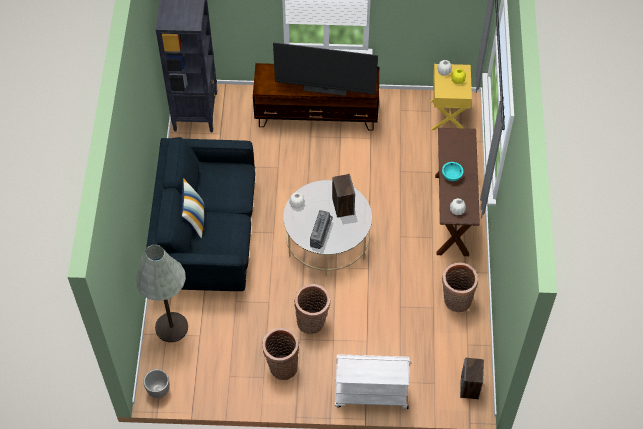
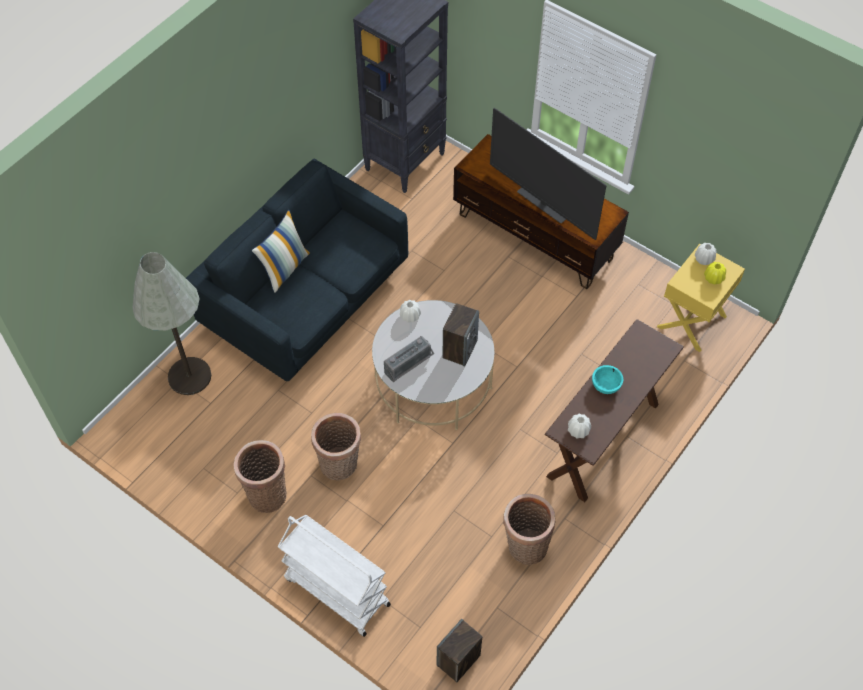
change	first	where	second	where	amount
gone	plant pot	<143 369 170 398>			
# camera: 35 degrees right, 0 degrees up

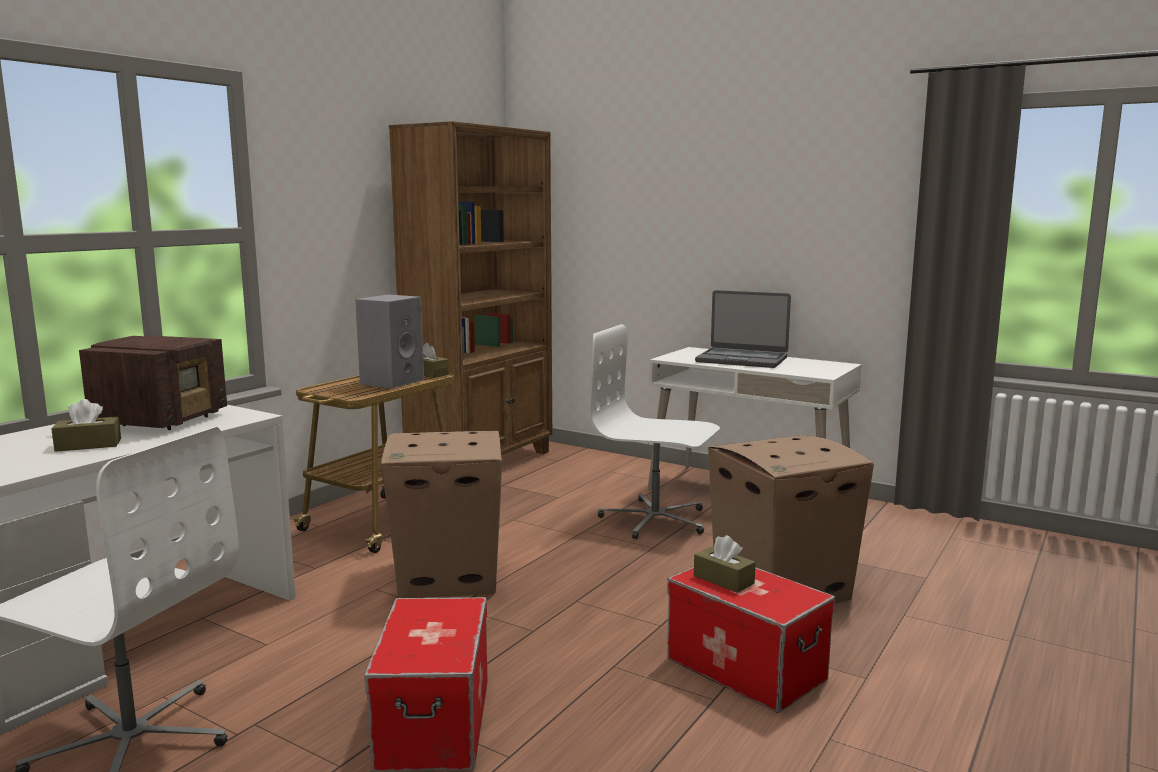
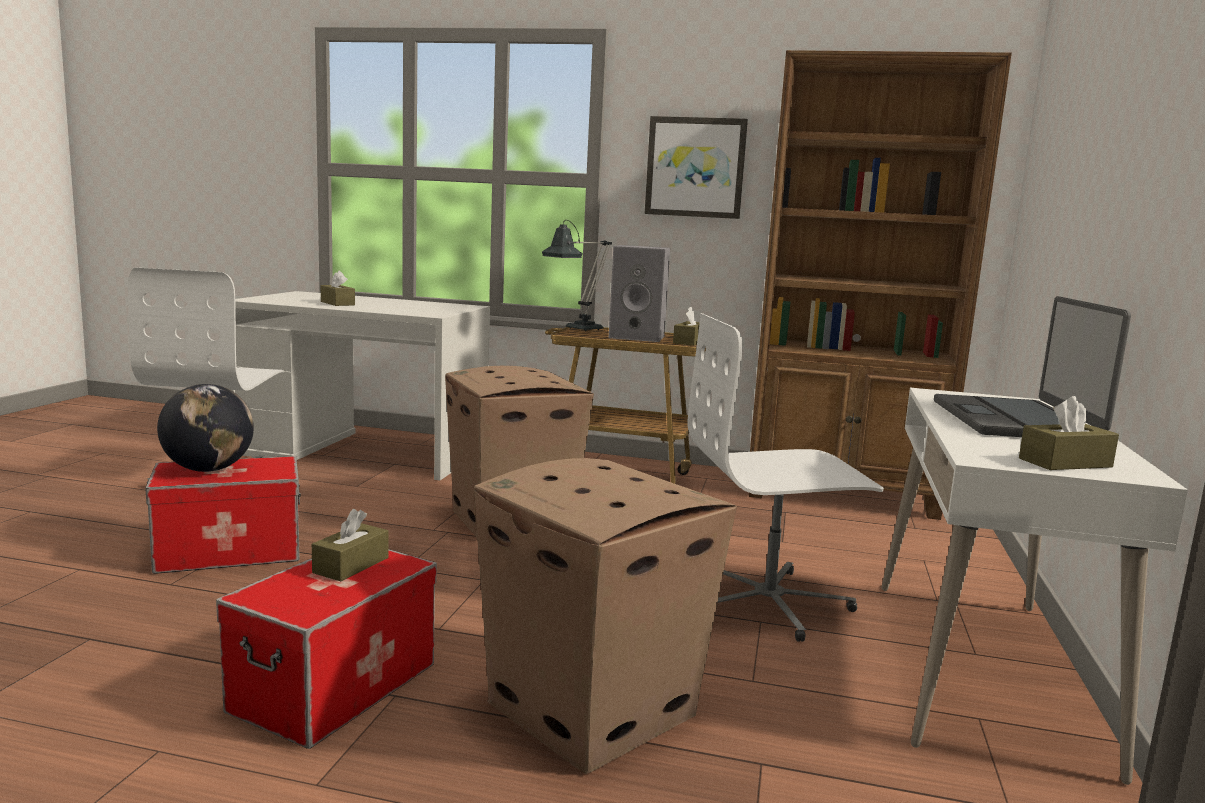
change	first	where	second	where	amount
gone	radio receiver	<79 336 227 430>			
new			world globe	<157 384 254 472>	
new			lamp for a table	<542 220 612 331>	
new			wall picture	<645 116 748 219>	
new			brown tissue holder	<1019 396 1119 470>	
rotated	white-coloured office chair	<589 324 720 539>		<688 313 884 642>	105 degrees counterclockwise
# camera: 70 degrees right, 0 degrees up

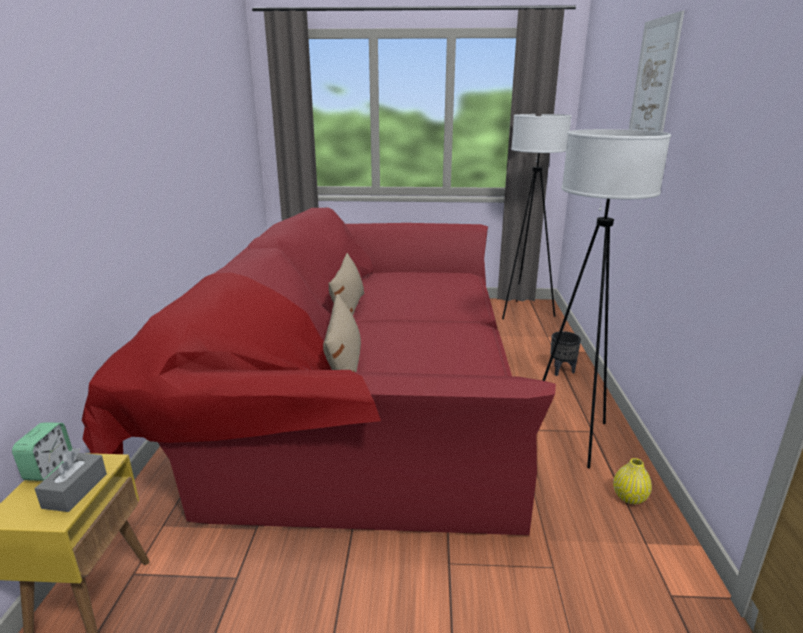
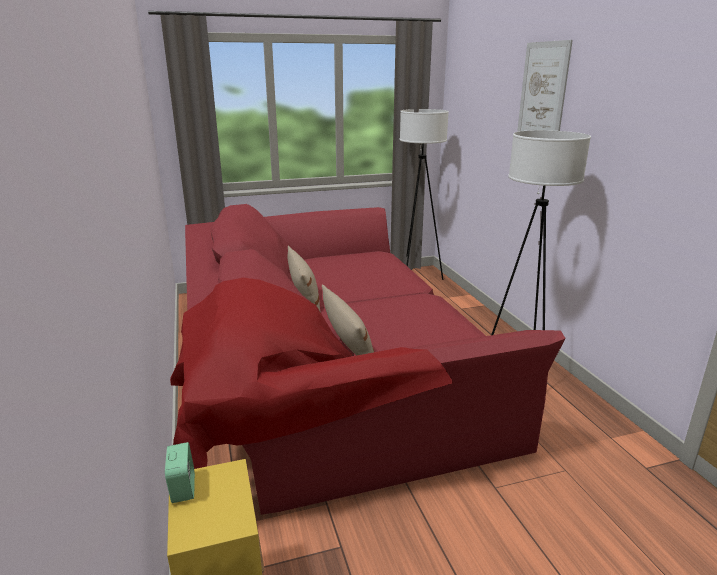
change	first	where	second	where	amount
gone	gray tissue holder	<35 448 107 512>			
gone	black plant pot	<551 331 581 376>			
gone	yellow decorative vase	<613 458 652 504>			
# camera: 20 degrees left, 0 degrees up

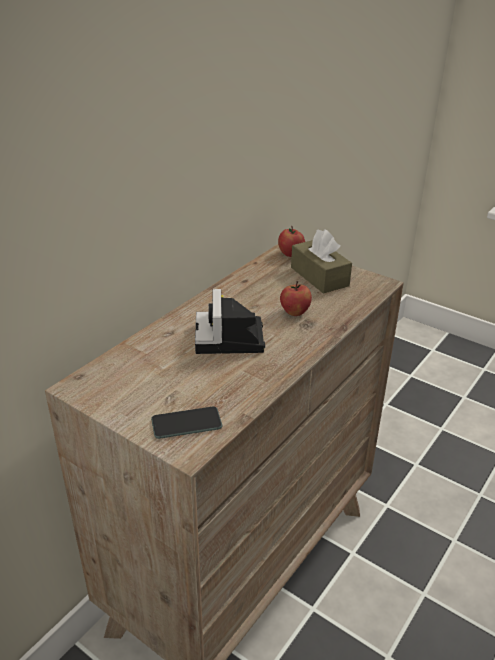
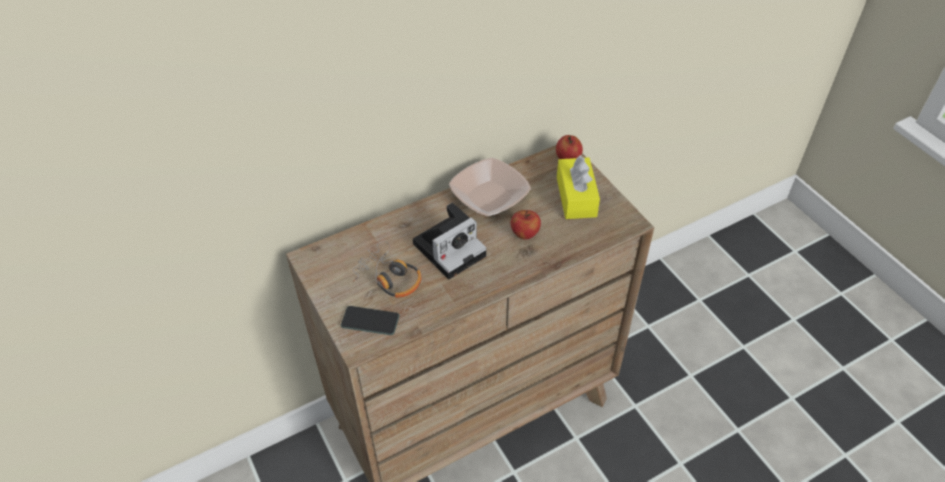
change	first	where	second	where	amount
new			pair of headphones	<353 242 421 298>	
new			bowl	<449 158 531 216>	
repainted	brown tissue holder	<291 230 352 294>	yellow tissue holder	<557 155 600 219>	
rotated	photo camera	<195 289 265 354>		<413 203 487 279>	150 degrees counterclockwise
# camera: 25 degrees right, 15 degrees up

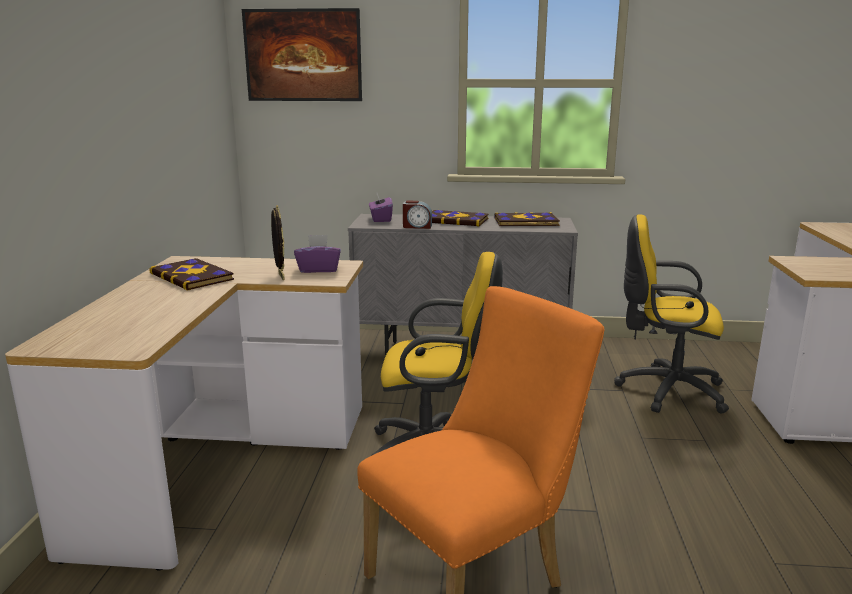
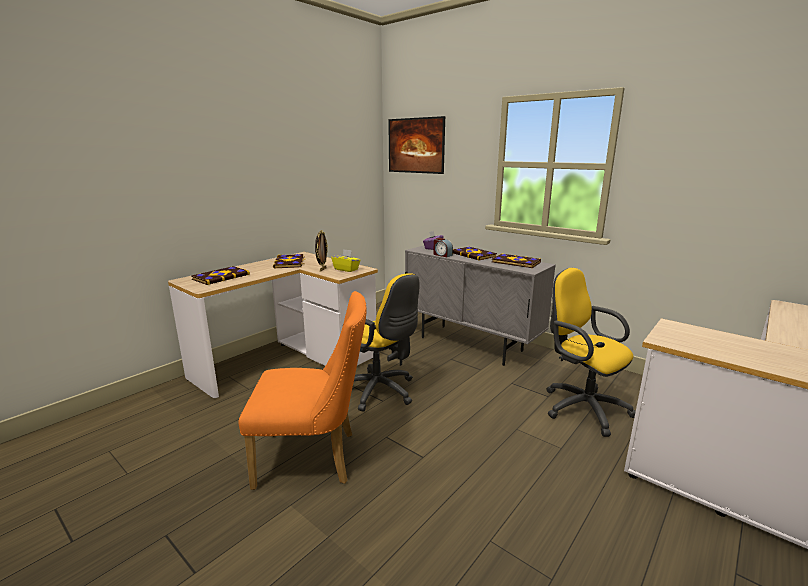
change	first	where	second	where	amount
new			volume	<191 266 250 285>	
repainted	purple-coloured tissue holder	<294 235 341 273>	yellow tissue holder	<331 249 361 272>	
# camera: 35 degrees right, 0 degrees up

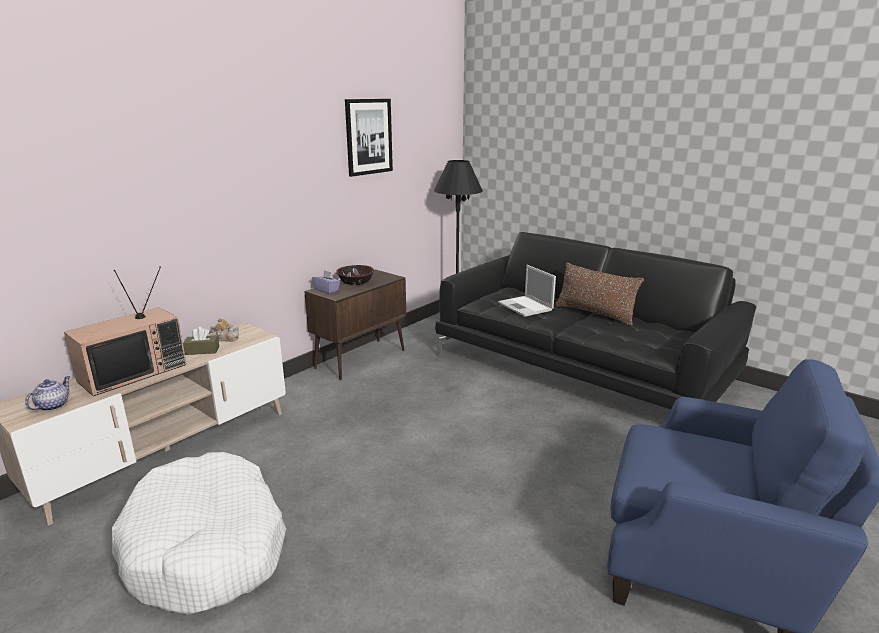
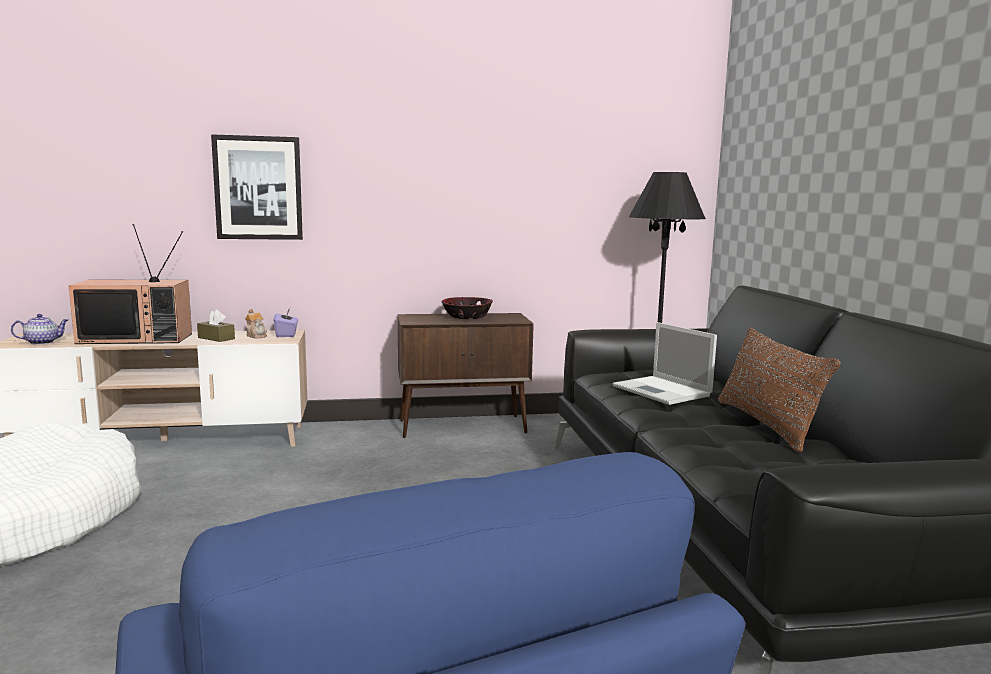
change	first	where	second	where	amount
shifted	purple-coloured tissue holder	<312 270 340 294>		<274 308 298 337>	
shifted	wall picture	<345 99 393 177>		<211 134 303 240>	
rotated	portable computer	<498 265 556 317>		<613 322 717 405>	45 degrees counterclockwise
# camera: 40 degrees right, 10 degrees down

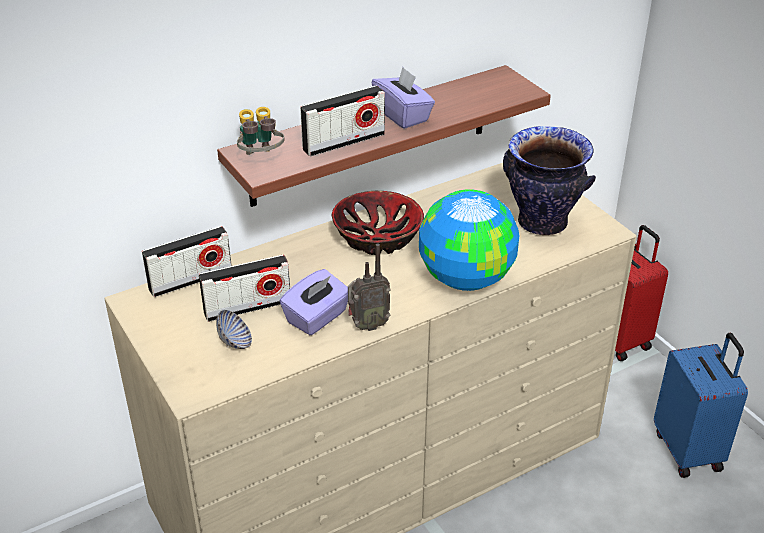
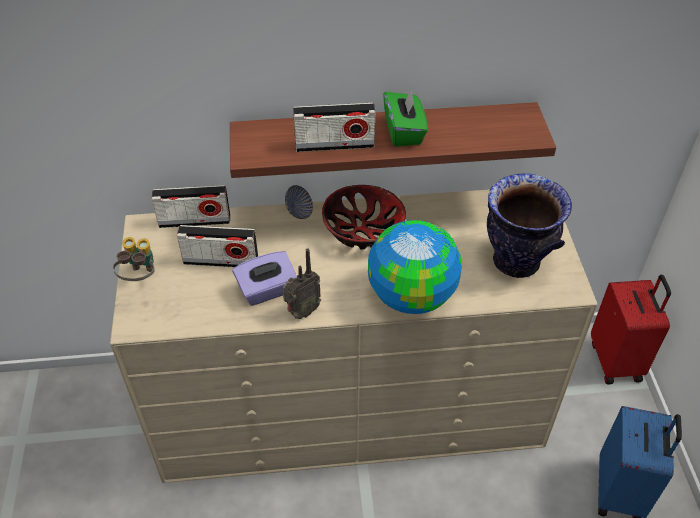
change	first	where	second	where	amount
shifted	bowl	<216 310 252 349>		<285 185 313 219>	
shifted	binoculars	<237 107 285 155>		<113 237 155 281>	
repainted	purple-coloured tissue holder	<372 67 435 129>	greenish tissue holder	<383 89 428 147>	
rotated	radio receiver	<348 244 391 331>		<283 248 321 319>	45 degrees counterclockwise
# camera: 25 degrees right, 10 degrees up

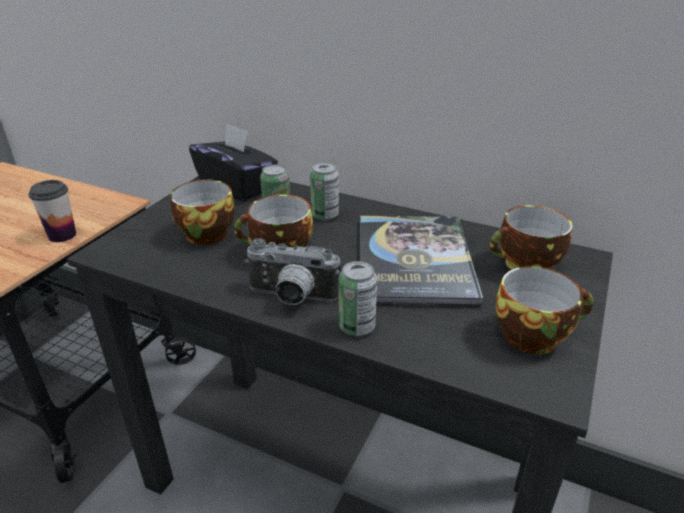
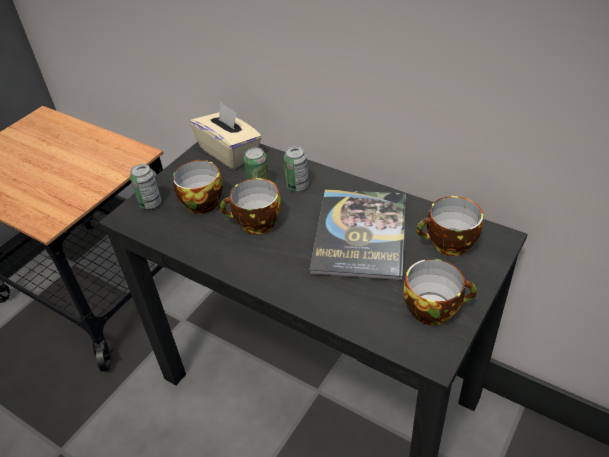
change	first	where	second	where	amount
gone	drinking cup	<28 180 76 242>			
gone	photo camera	<244 238 341 305>			
shifted	sealed can	<339 261 377 336>		<130 164 161 209>	
repainted	black tissue holder	<189 123 278 201>	beige tissue holder	<190 102 262 169>	
# camera: 10 degrees right, 10 degrees up

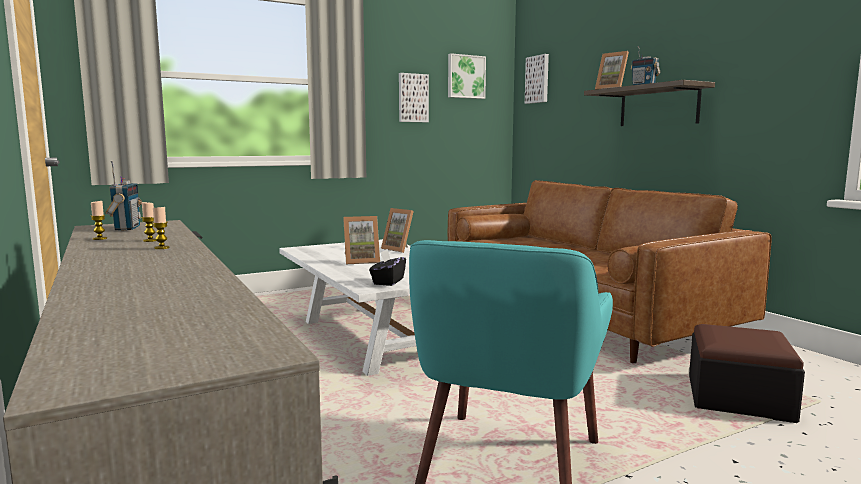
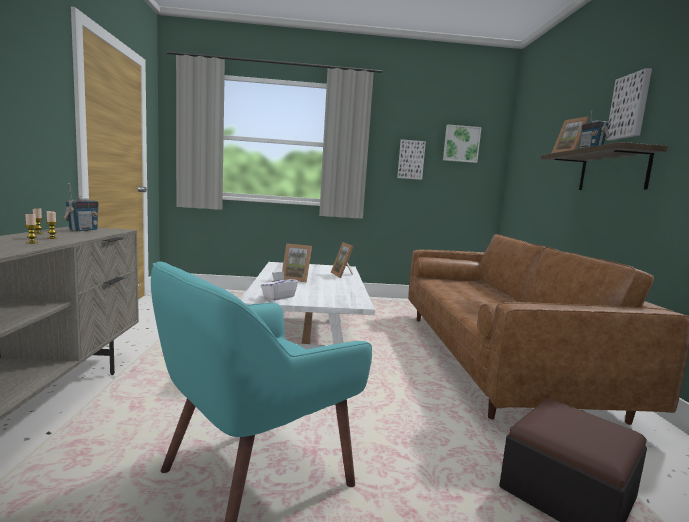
change	first	where	second	where	amount
shifted	wall picture	<525 54 549 104>		<606 68 652 141>	
repainted	black tissue holder	<369 249 406 286>	white-coloured tissue holder	<260 271 298 301>	
# camera: 25 degrees right, 0 degrees up

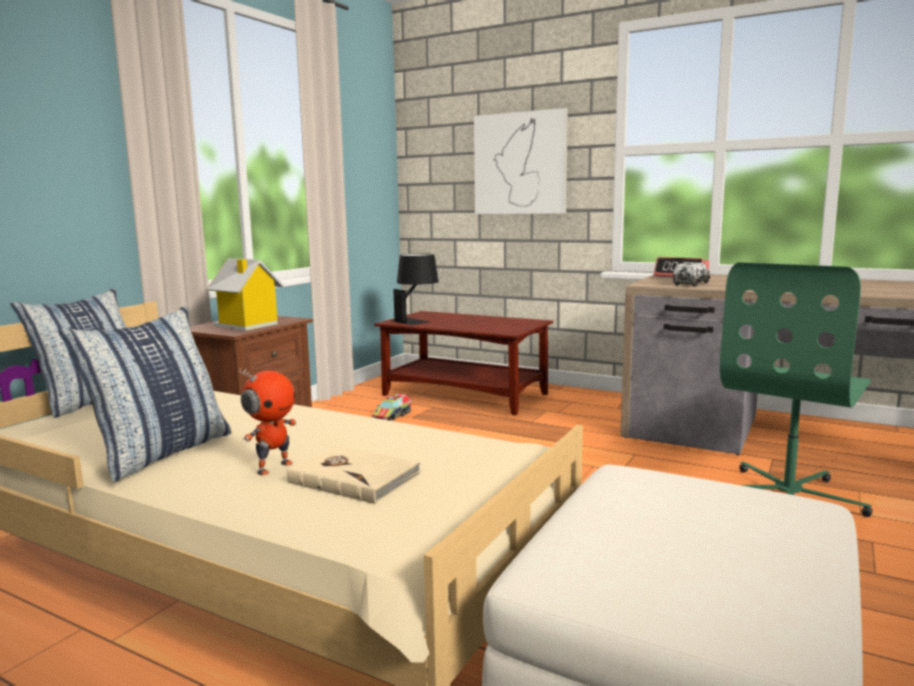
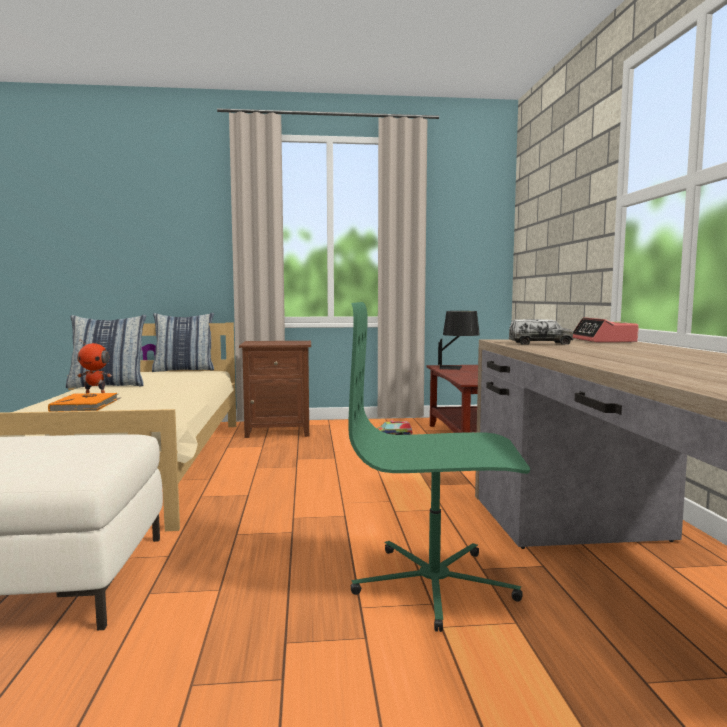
change	first	where	second	where	amount
gone	toy house	<207 258 284 331>			
gone	wall picture	<474 108 568 214>			
repainted	beige volume	<287 445 422 504>	orange-coloured volume	<48 393 121 412>	
# camera: 55 degrees right, 5 degrees down

